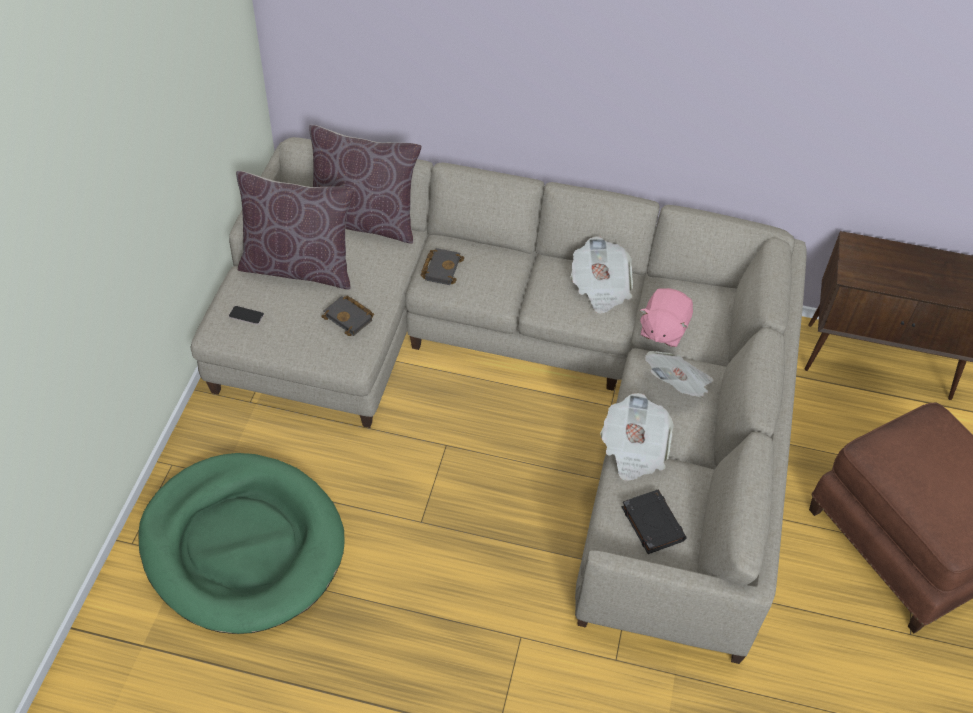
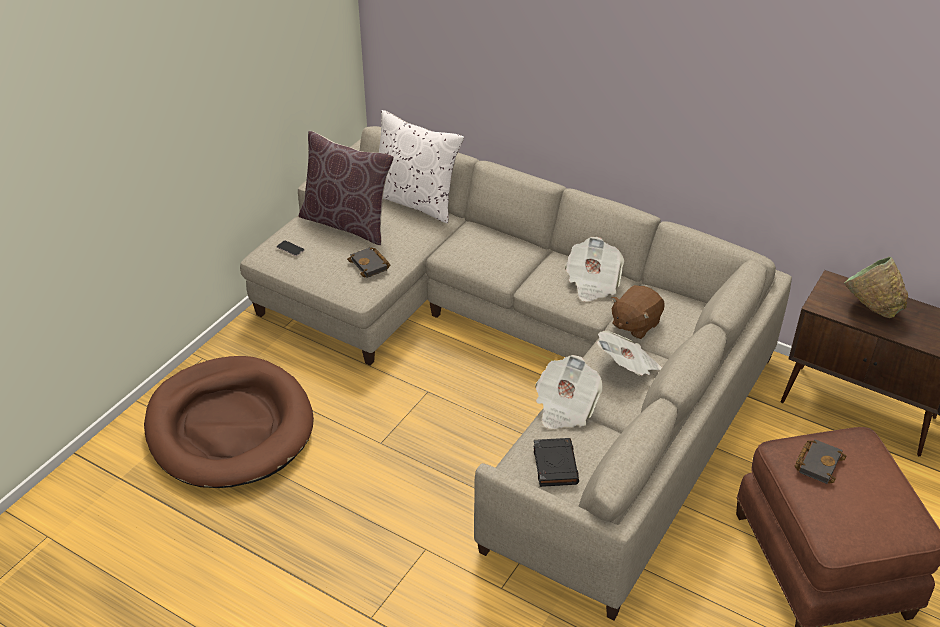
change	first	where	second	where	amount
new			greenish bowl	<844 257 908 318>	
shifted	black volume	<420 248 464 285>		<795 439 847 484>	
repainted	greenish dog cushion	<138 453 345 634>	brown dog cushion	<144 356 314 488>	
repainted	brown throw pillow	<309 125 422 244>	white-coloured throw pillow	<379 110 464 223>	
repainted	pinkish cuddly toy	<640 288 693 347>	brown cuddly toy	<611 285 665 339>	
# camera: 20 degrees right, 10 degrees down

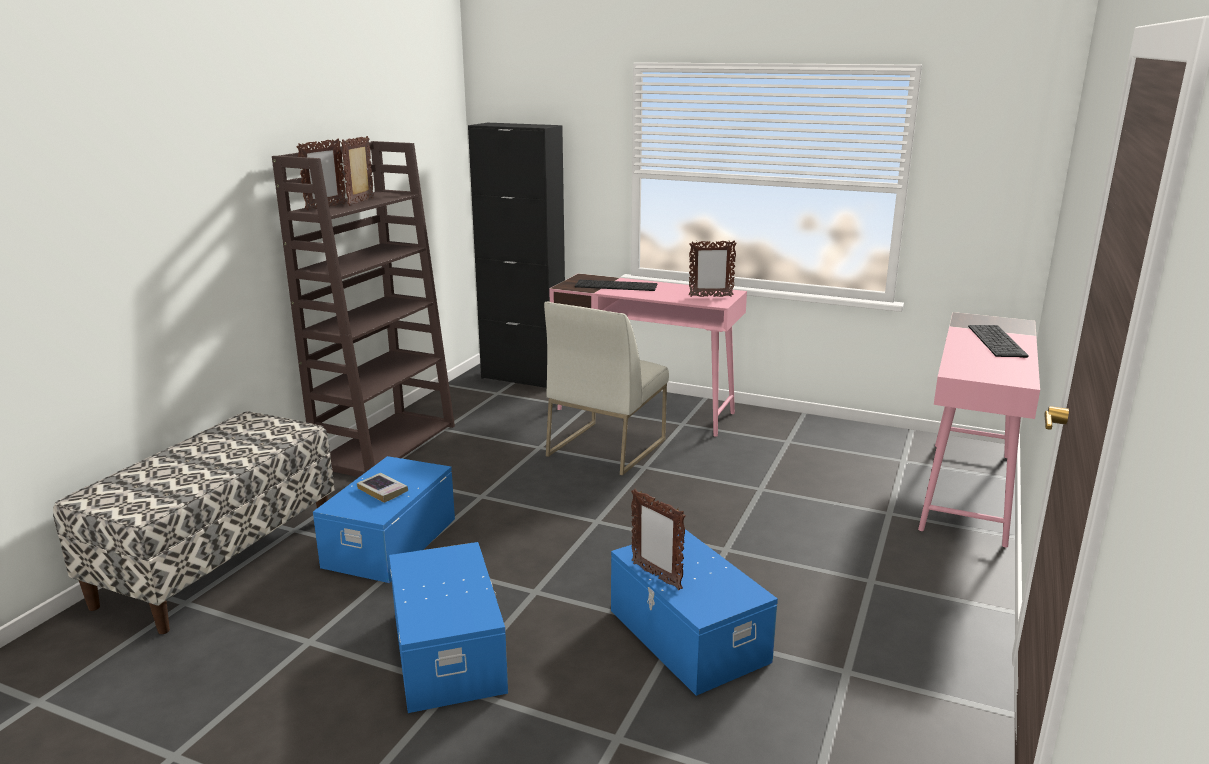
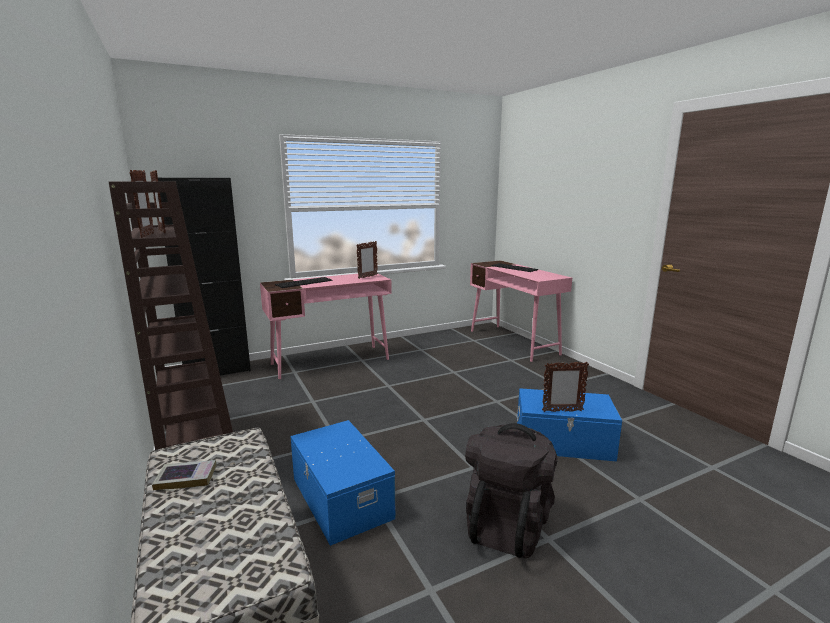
change	first	where	second	where	amount
gone	white-coloured chair	<544 302 669 475>			
shifted	volume	<357 473 408 503>		<152 460 217 490>	
swapped	blue-coloured storage container	<389 542 508 713>	black rucksack	<465 423 558 558>	
# camera: 50 degrees left, 5 degrees down

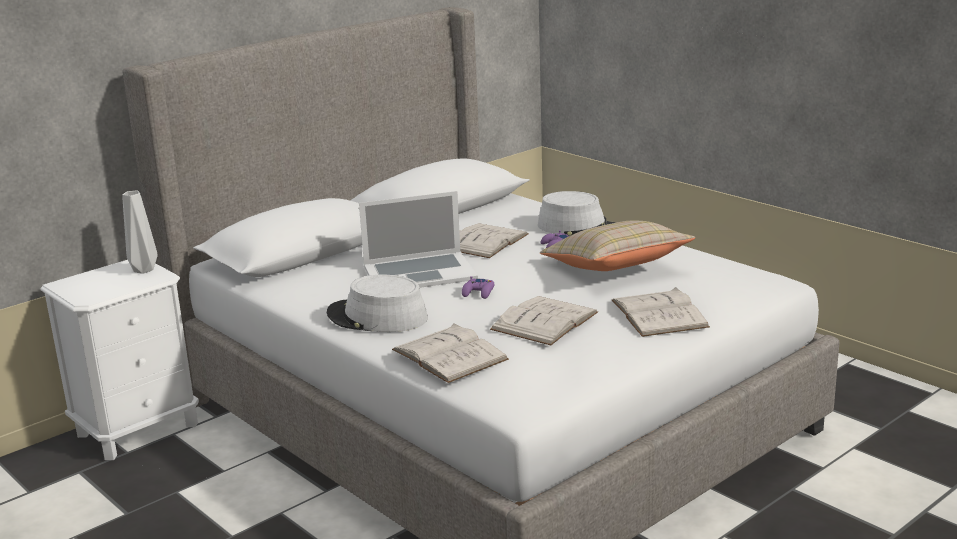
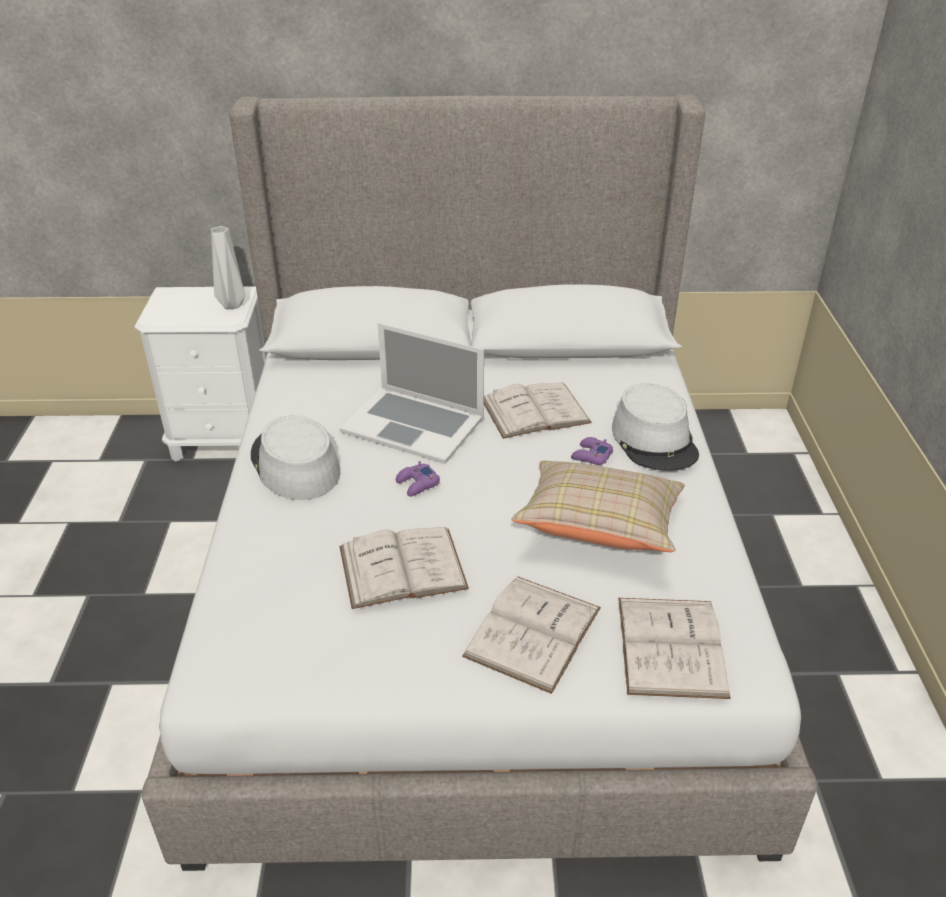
change	first	where	second	where	amount
shifted	white-coloured volume	<392 323 509 383>		<618 598 731 699>	
# camera: 40 degrees right, 15 degrees up

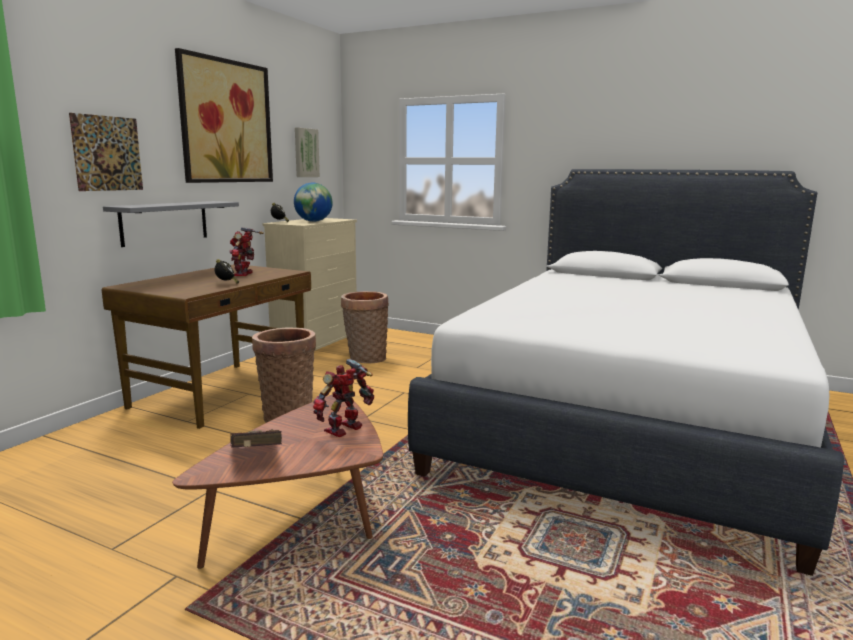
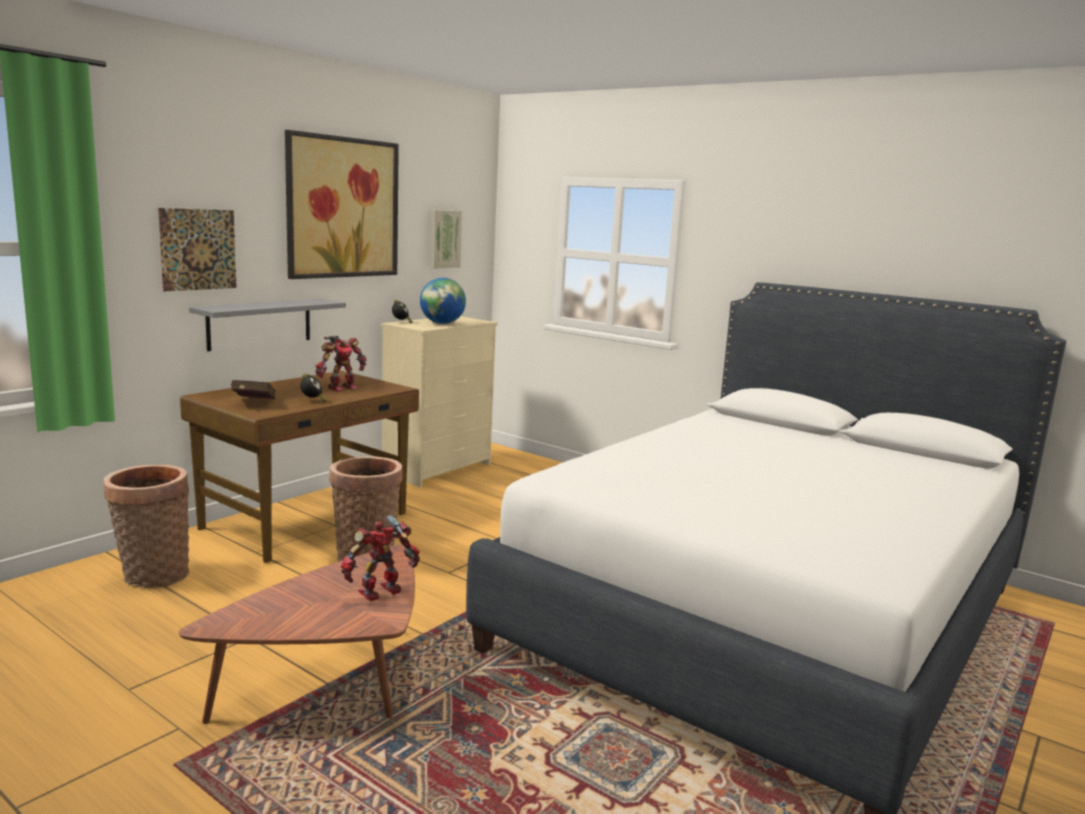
change	first	where	second	where	amount
shifted	red volume	<230 430 282 447>		<231 380 276 399>	
shifted	household basket	<341 291 389 363>		<103 465 189 588>	
rotated	toy robot	<230 227 264 276>		<315 335 367 391>	150 degrees counterclockwise
# camera: 10 degrees right, 0 degrees up

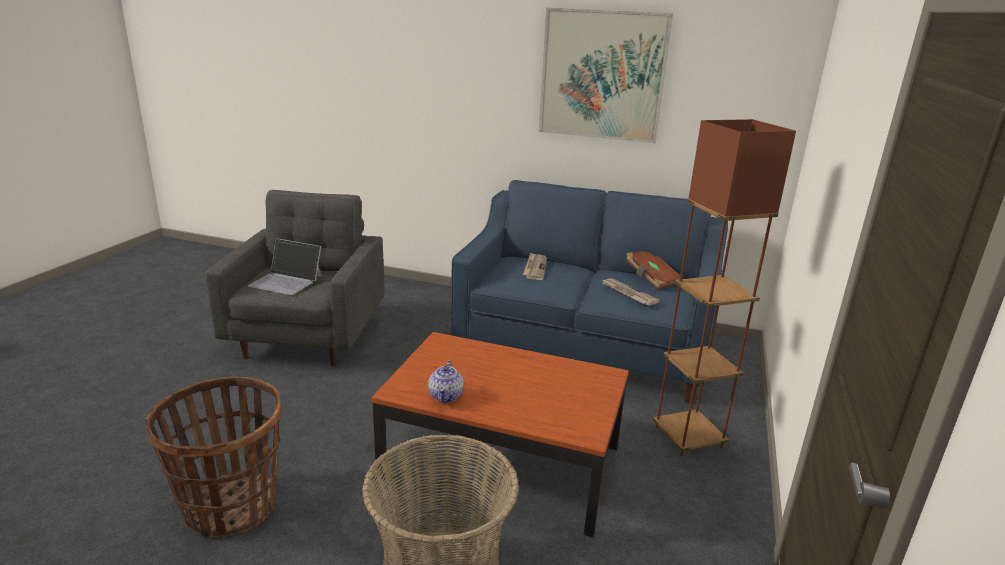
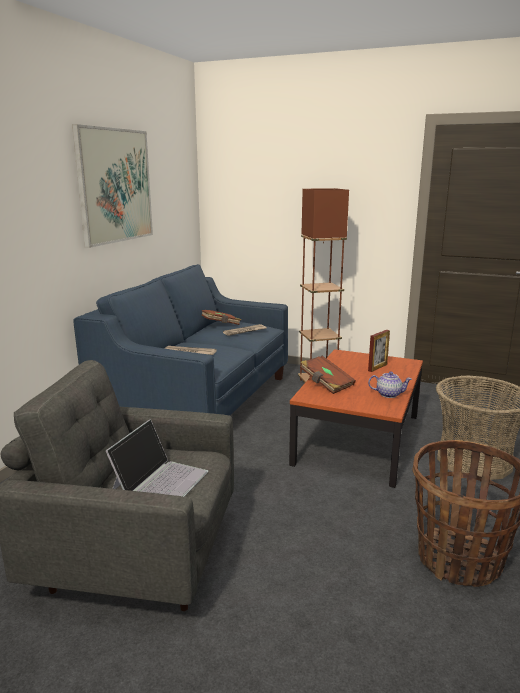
change	first	where	second	where	amount
new			brown volume	<300 356 356 394>	
new			photo frame	<368 330 390 372>	
# camera: 85 degrees left, 5 degrees down

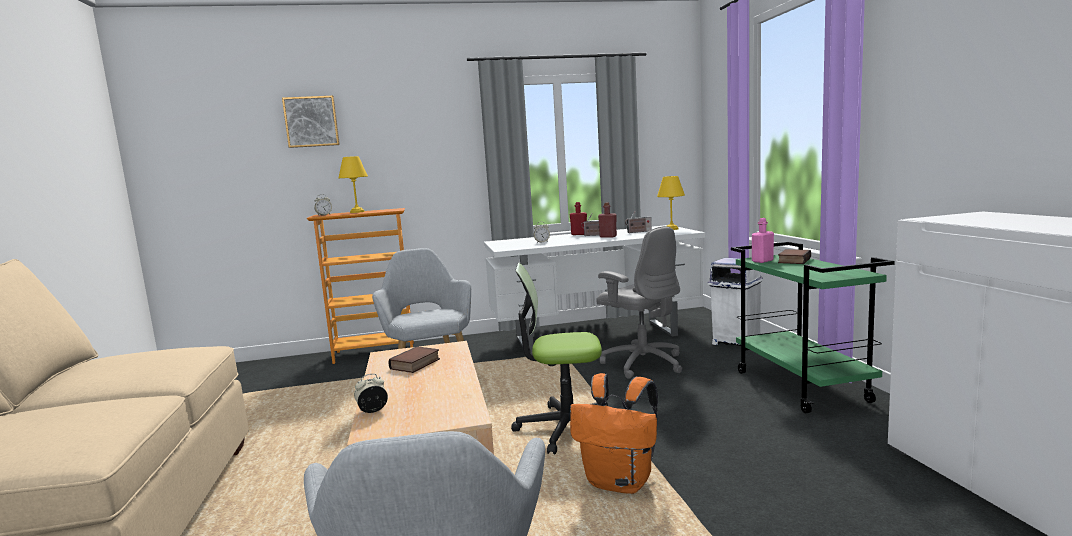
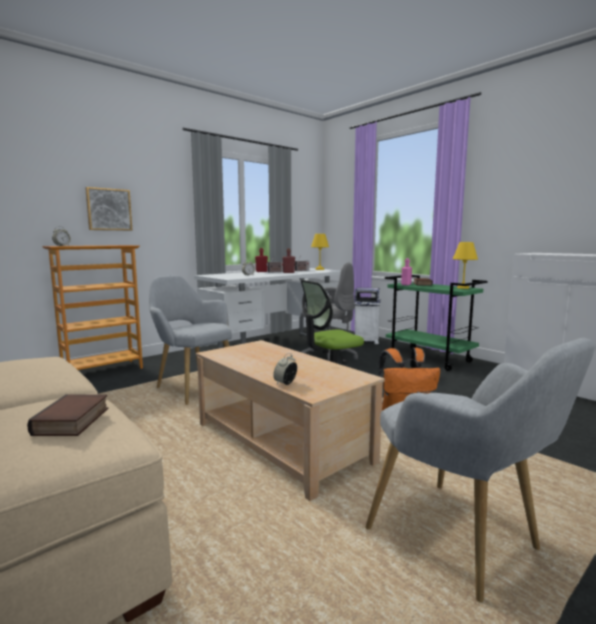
change	first	where	second	where	amount
shifted	wall picture	<282 96 340 148>		<85 187 132 231>	
shifted	yellow lamp for a table	<339 156 368 213>		<453 242 478 289>	
shifted	volume	<388 346 440 373>		<27 395 108 436>	
# camera: 30 degrees left, 0 degrees up

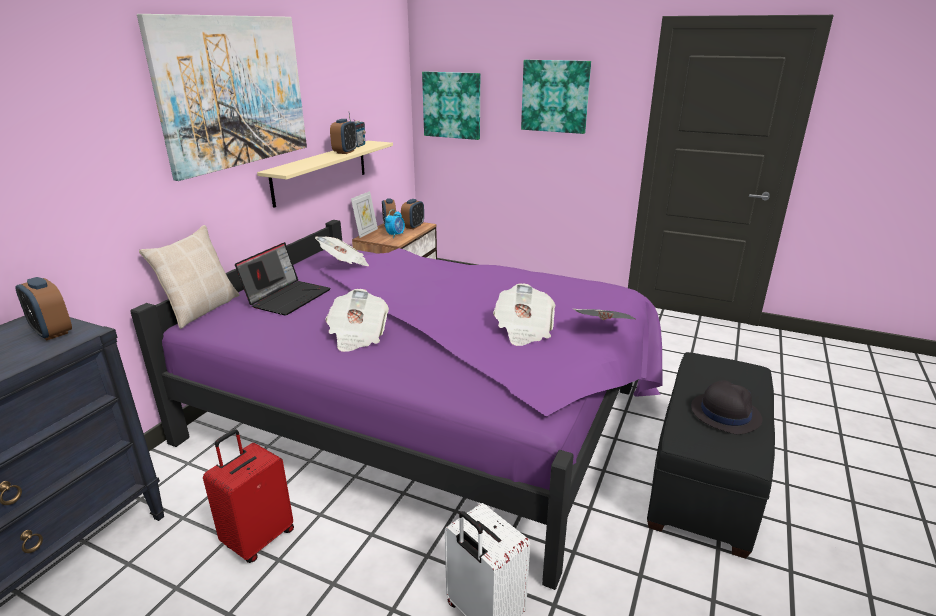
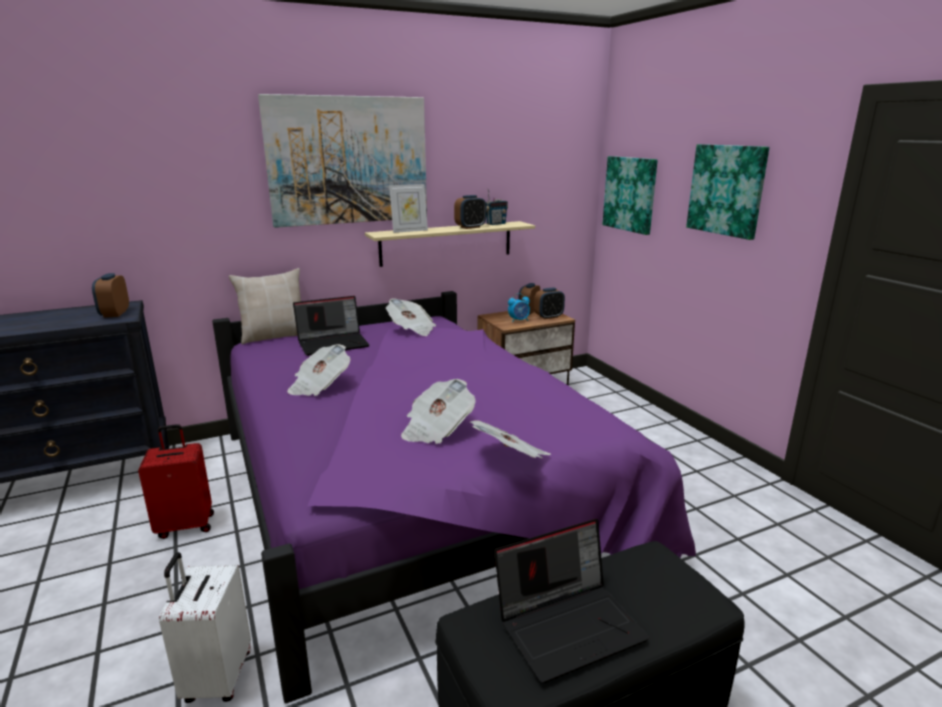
change	first	where	second	where	amount
shifted	photo frame	<351 191 378 238>		<389 184 428 233>	
swapped	black hat	<691 380 762 435>	portable computer	<494 519 649 683>	
# camera: 40 degrees right, 5 degrees down

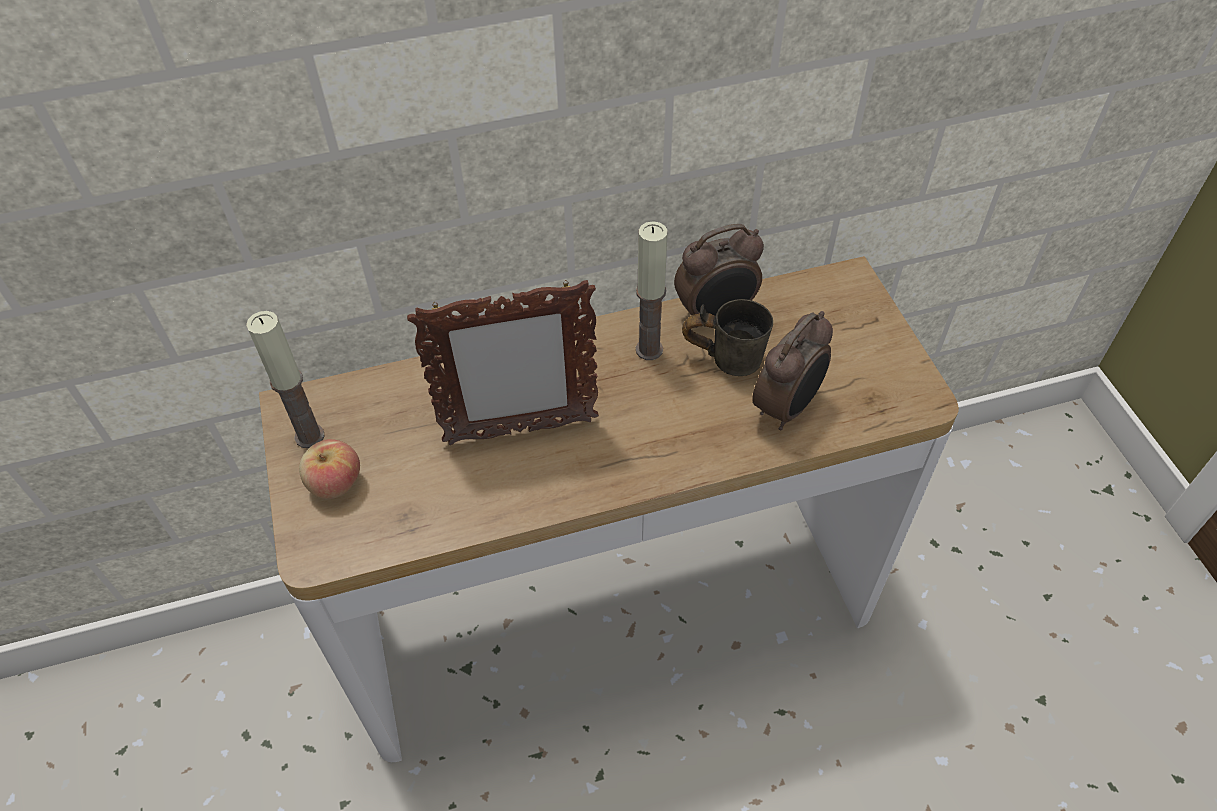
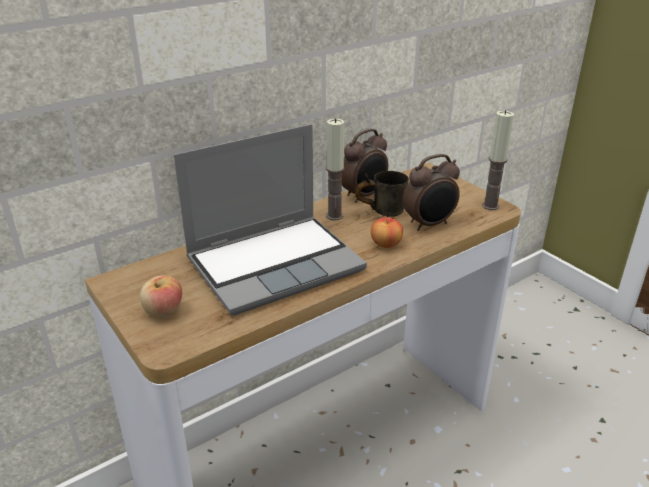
change	first	where	second	where	amount
new			whole apple	<371 216 403 248>	
shifted	wax candle	<246 311 325 448>		<482 110 514 210>	
swapped	photo frame	<407 280 599 445>	portable computer	<173 124 367 315>	
rotated	table clock	<752 311 833 430>		<403 154 460 231>	45 degrees clockwise
# camera: 20 degrees left, 20 degrees down

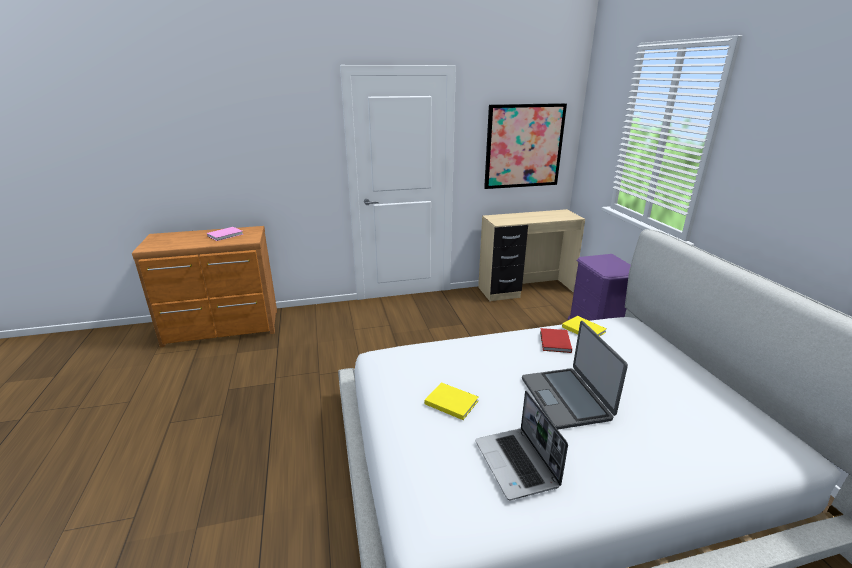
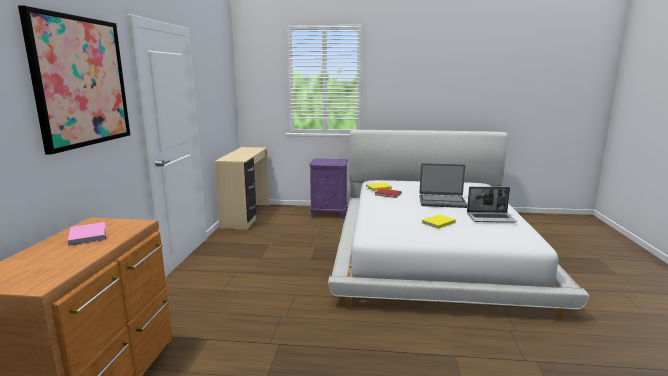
change	first	where	second	where	amount
shifted	wall picture	<484 103 567 189>		<18 6 130 155>	
# camera: 70 degrees left, 10 degrees down

